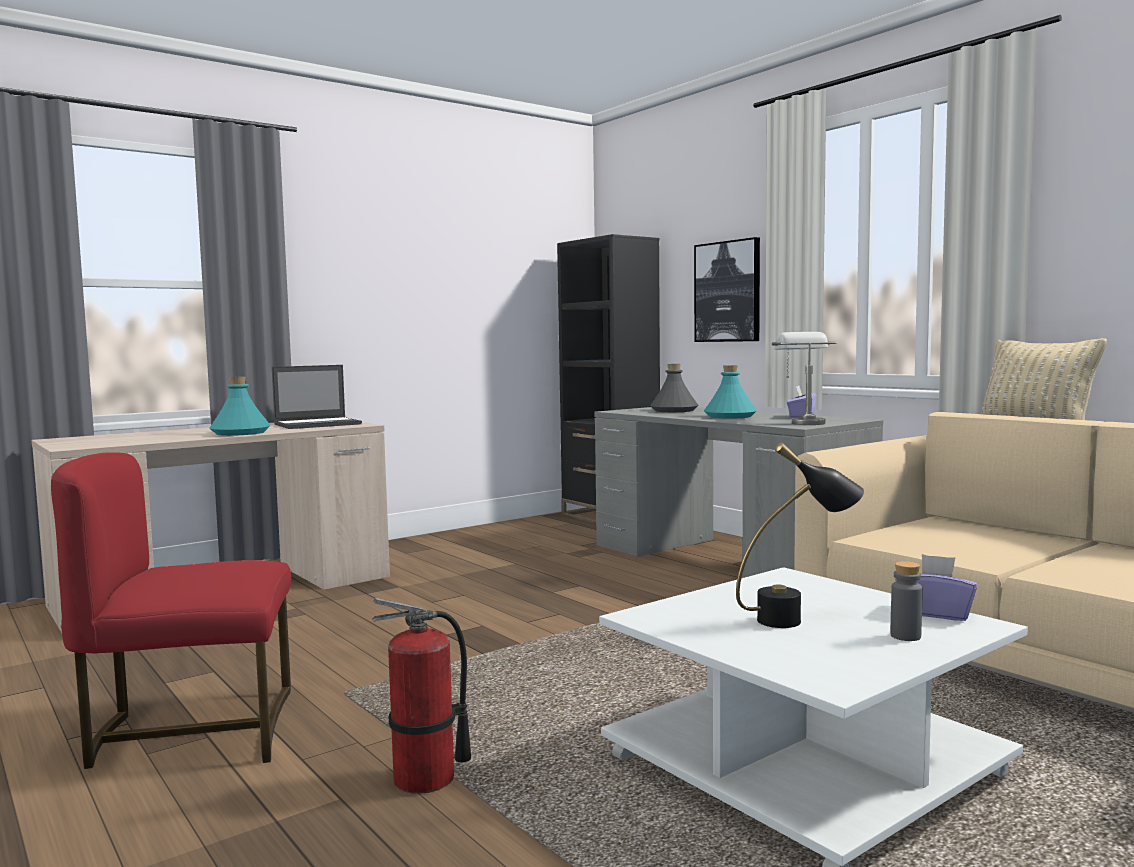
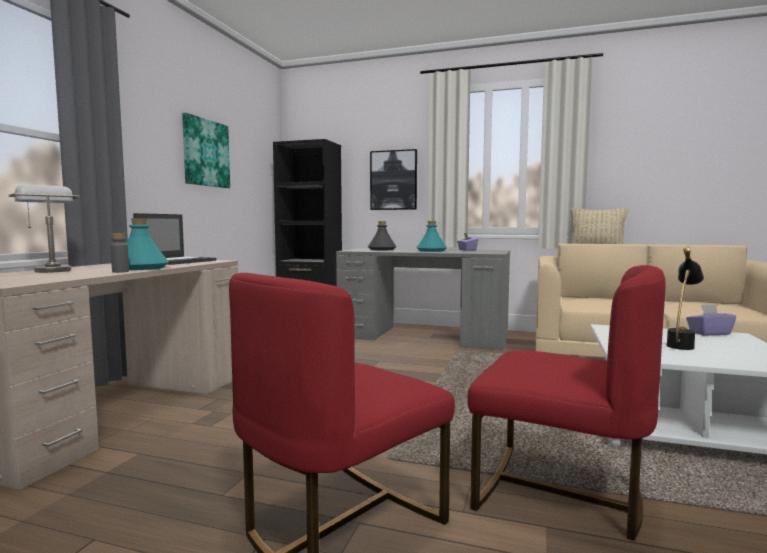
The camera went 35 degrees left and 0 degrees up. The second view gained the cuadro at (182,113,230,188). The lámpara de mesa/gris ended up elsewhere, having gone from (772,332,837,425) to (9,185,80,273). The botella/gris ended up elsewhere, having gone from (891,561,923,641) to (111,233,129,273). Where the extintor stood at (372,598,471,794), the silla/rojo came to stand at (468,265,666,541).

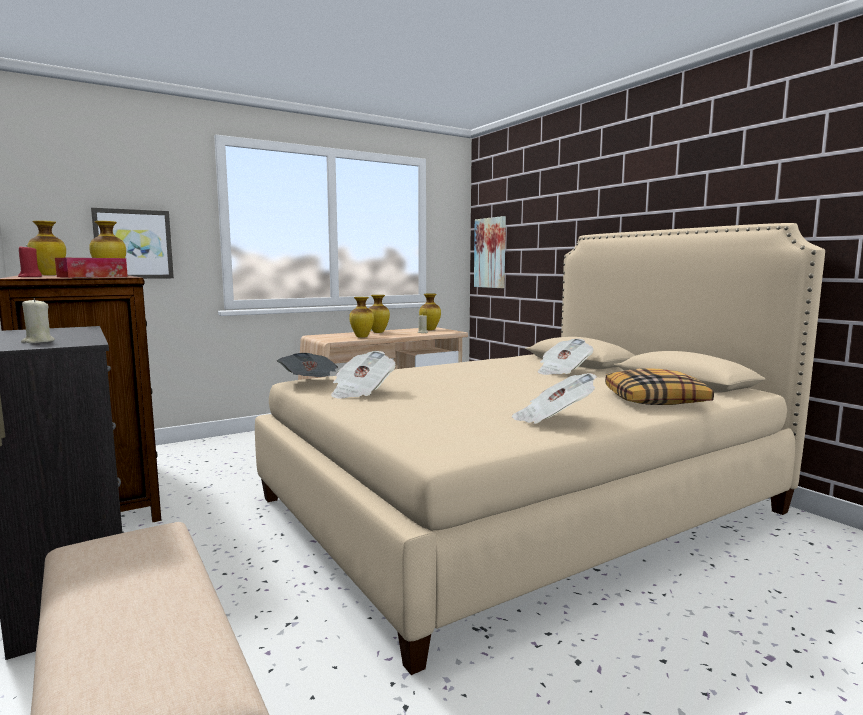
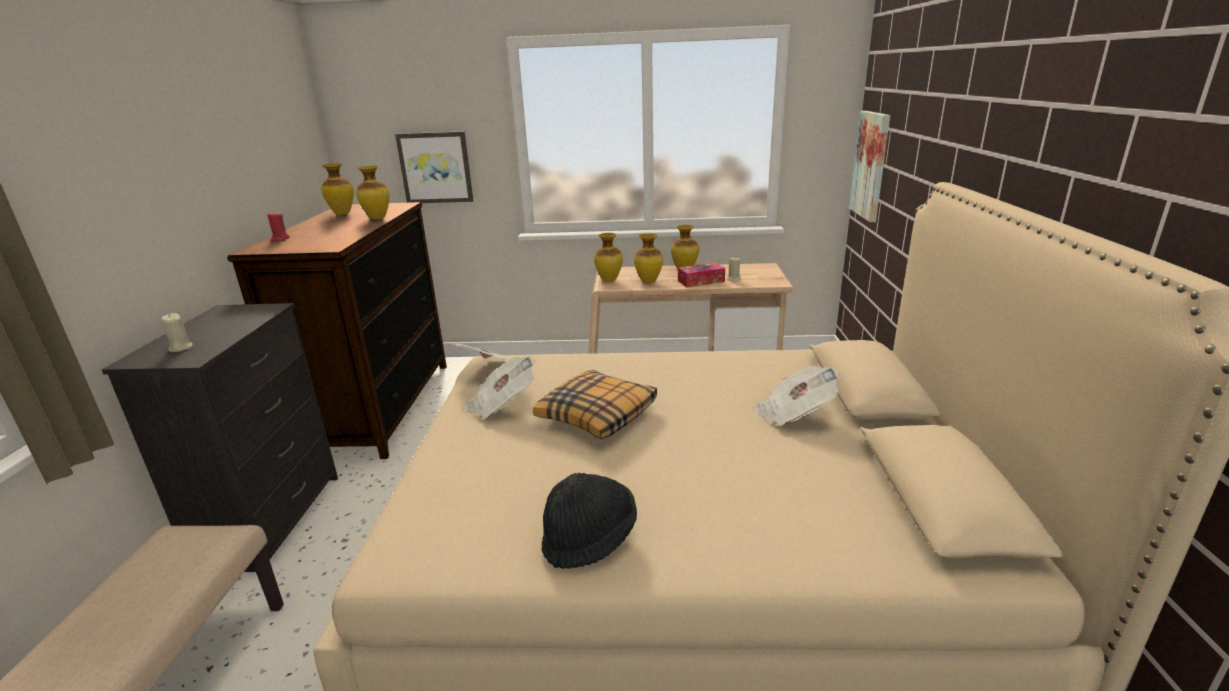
The camera went 35 degrees right and 15 degrees up. The caja de pañuelos ended up elsewhere, having gone from (55,258,128,278) to (678,262,725,287). The florero ended up elsewhere, having gone from (419,294,441,330) to (594,233,623,282). The cojín ended up elsewhere, having gone from (605,369,714,405) to (533,370,657,439). Where the periódico stood at (512,373,597,424), the sombrero/negro came to stand at (541,473,637,569).

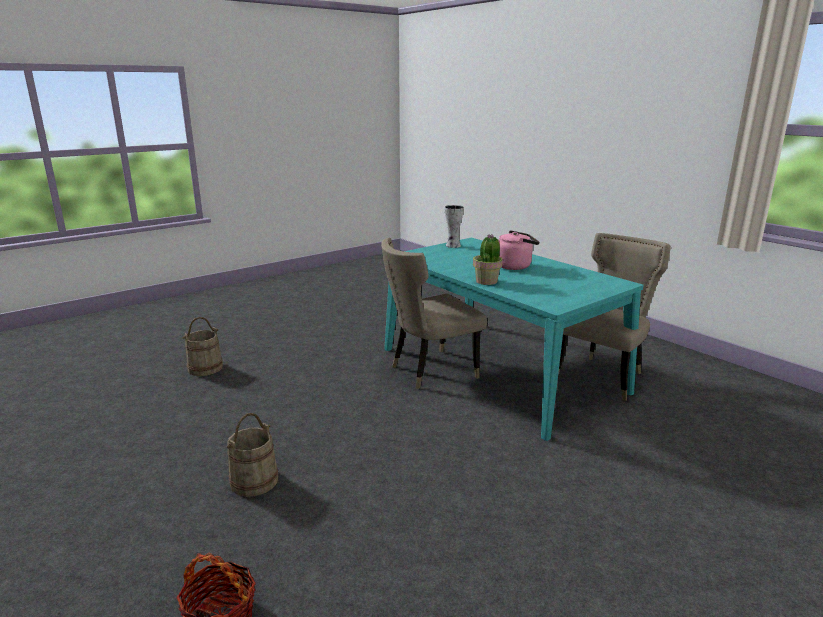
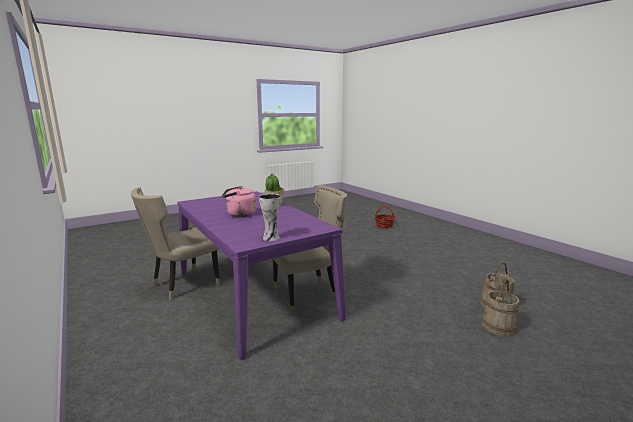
The camera went 175 degrees left and 5 degrees down. The cubo/beis ended up elsewhere, having gone from (227,413,278,497) to (482,280,519,336). What was the mesa de comedor/turquesa at (384,238,644,441) turned into the mesa de comedor/morado at (177,191,346,360).

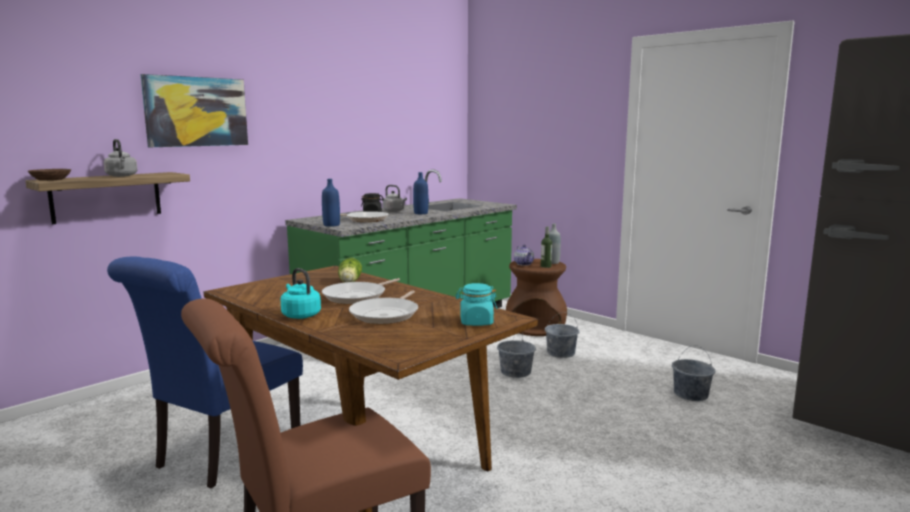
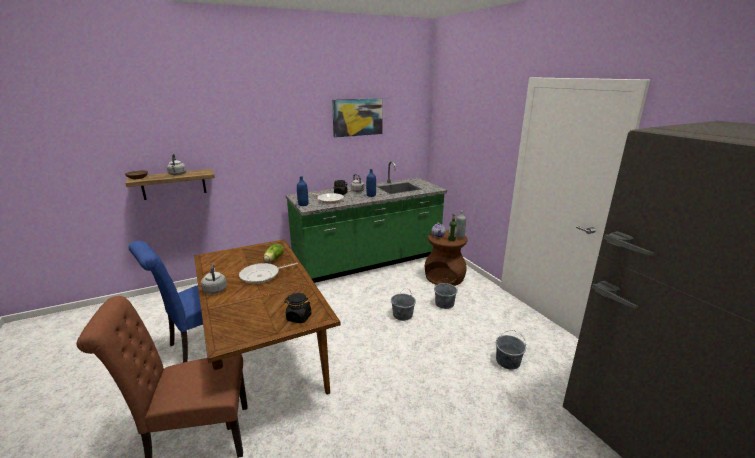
The camera went 20 degrees right and 10 degrees up. The second view lost the sartén at (349,290,418,324). The cuadro ended up elsewhere, having gone from (140,74,248,147) to (332,98,383,138). What was the hervidor/turquesa at (280,268,321,319) turned into the hervidor/gris at (201,263,227,294). What was the tarro/turquesa at (455,283,498,326) turned into the tarro/negro at (284,293,311,323).

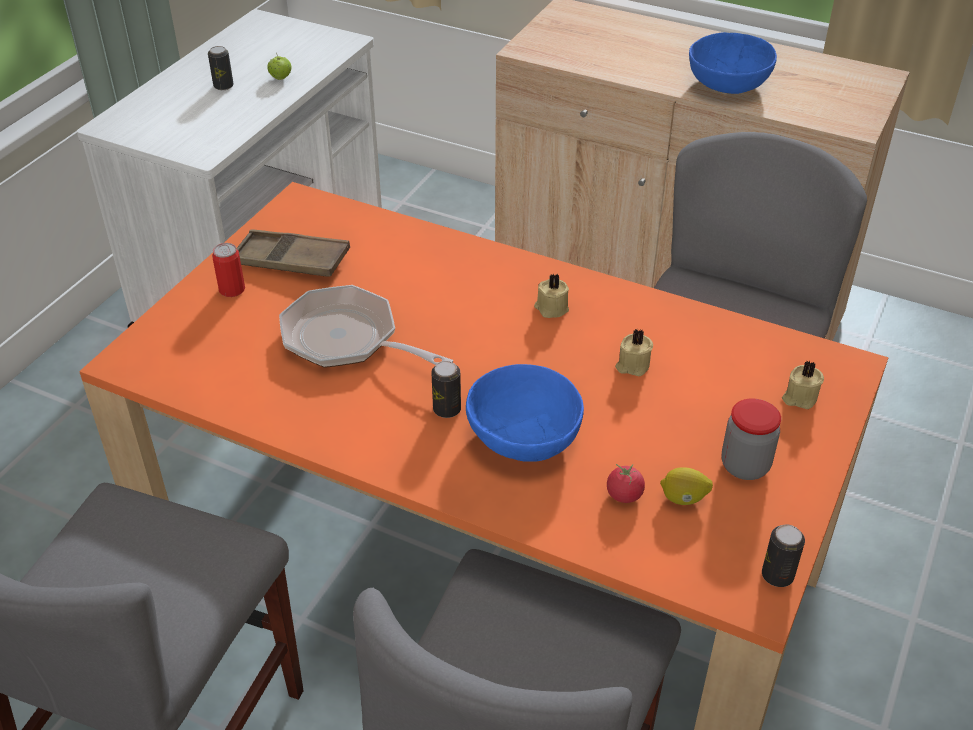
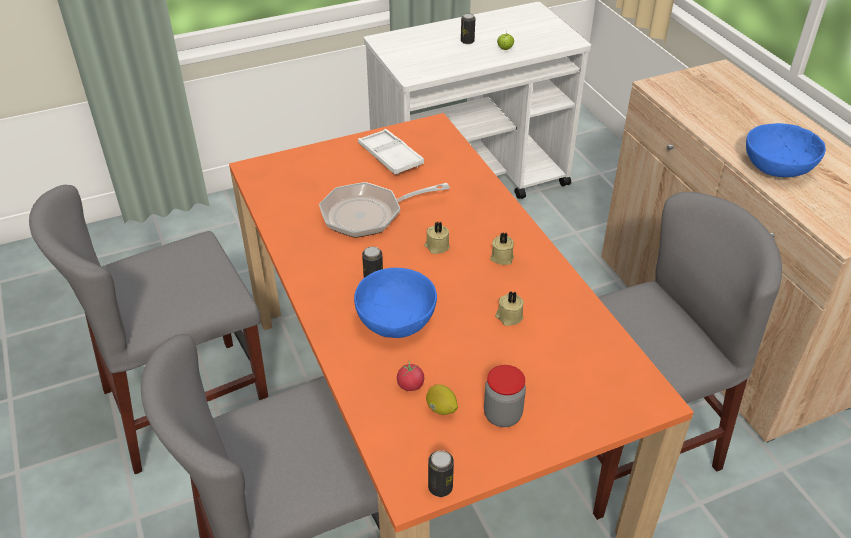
The camera went 40 degrees right and 0 degrees up. The second view lost the lata at (212,243,245,297). The vela/beis ended up elsewhere, having gone from (782,361,824,409) to (424,222,450,254). What was the bandeja/marrón at (236,229,350,277) turned into the bandeja/blanco at (358,129,424,174). The sartén at (279,285,453,368) ended up facing another way, 90 degrees counterclockwise from before.

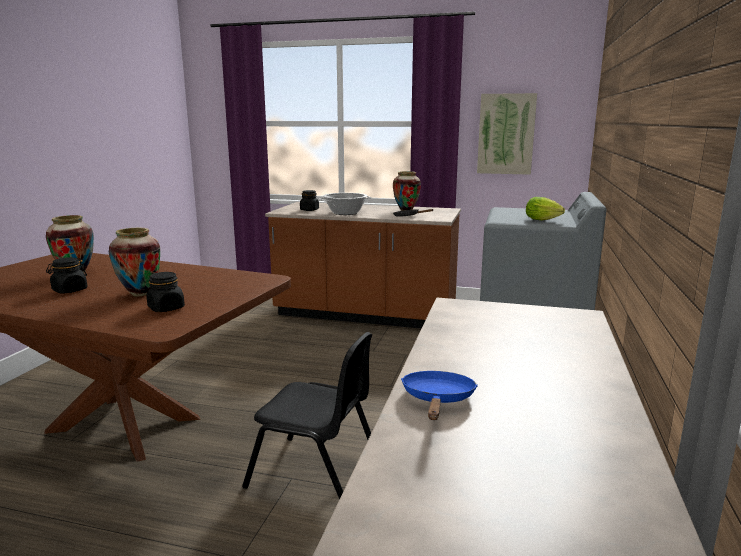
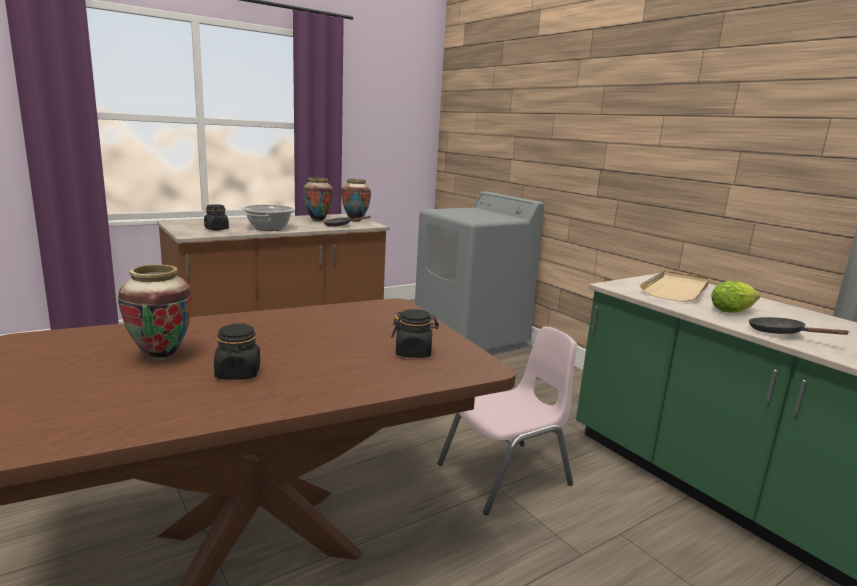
The camera went 50 degrees left and 0 degrees up. The second view lost the cuadro at (477,93,537,175). The second view gained the bandeja/beis at (640,270,709,302). The florero ended up elsewhere, having gone from (109,228,160,296) to (341,179,371,222). The lechuga ended up elsewhere, having gone from (526,197,565,220) to (711,281,760,313). What was the silla/negro at (242,332,372,500) turned into the silla/rosa at (438,327,577,515). What was the sartén/azul at (401,371,478,420) turned into the sartén/negro at (749,317,850,335).

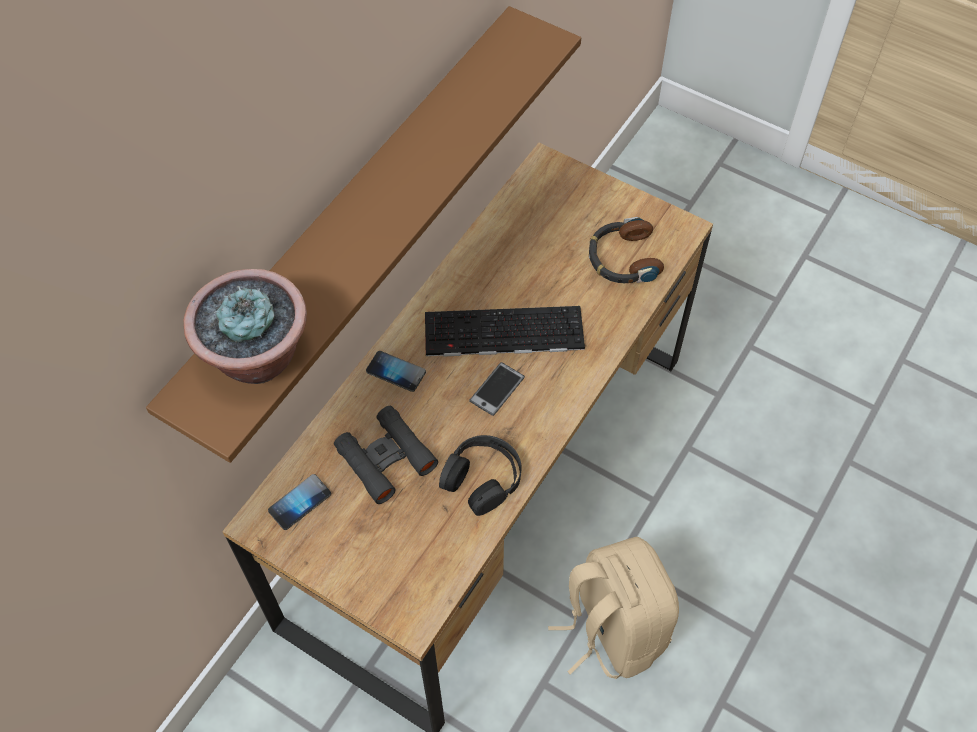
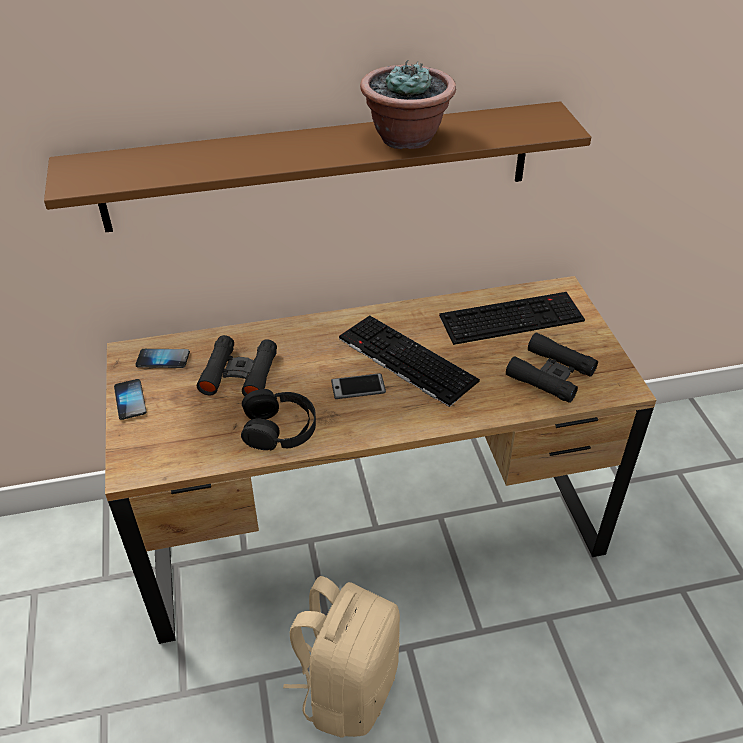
The camera went 45 degrees right and 15 degrees down. The second view gained the teclado at (439,292,585,345). The planta en maceta ended up elsewhere, having gone from (184,269,307,384) to (360,60,456,150). The móvil ended up elsewhere, having gone from (366,351,426,392) to (114,379,146,420). Where the auriculares stood at (589,217,664,283), the prismáticos/negro came to stand at (506,332,598,403).

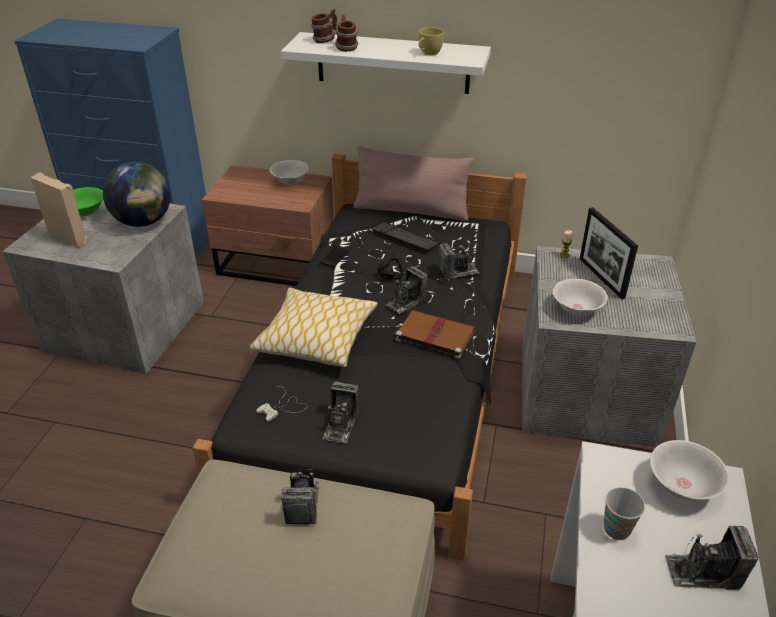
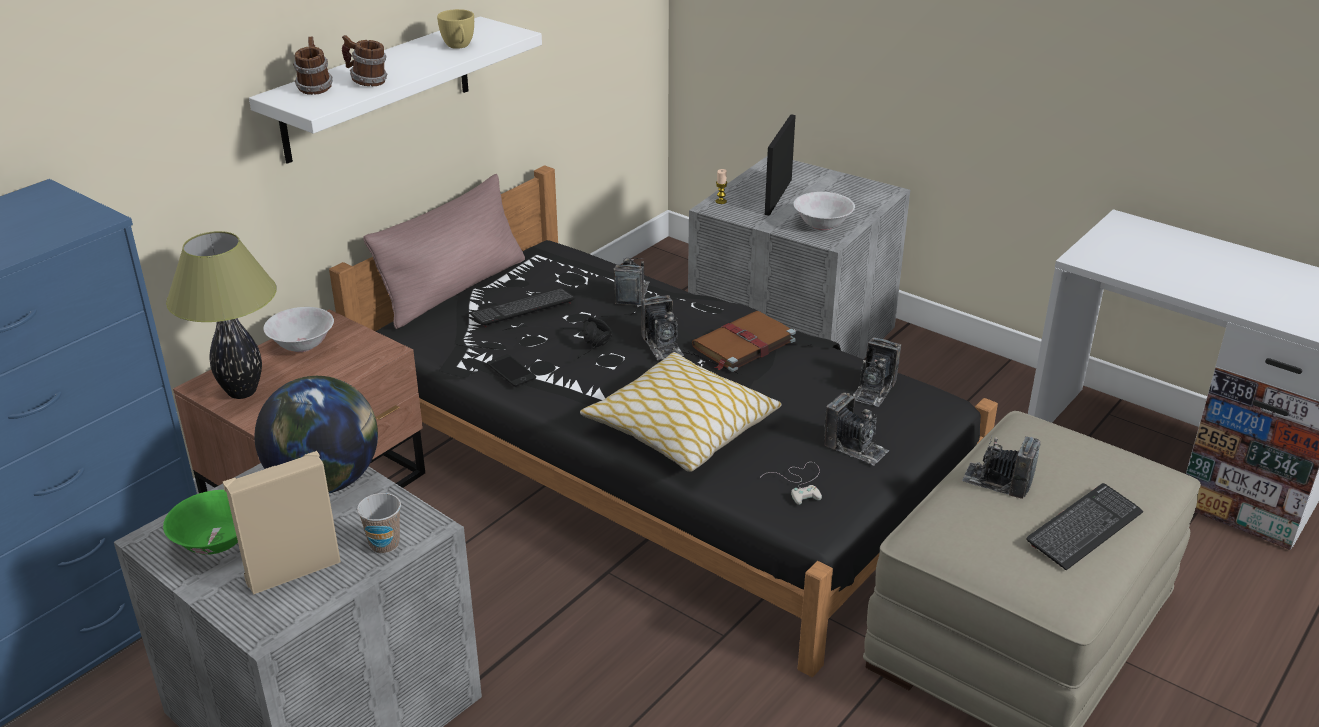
The camera went 65 degrees left and 5 degrees down. The second view lost the cuenco/blanco at (650,440,730,501). The second view gained the lámpara de mesa at (166,231,277,399). The second view gained the teclado at (1026,483,1143,570). The taza ended up elsewhere, having gone from (604,487,645,540) to (357,493,401,554). The cámara ended up elsewhere, having gone from (664,526,759,590) to (853,337,901,407). The portarretratos at (580,207,638,299) ended up facing another way, 105 degrees clockwise from before.

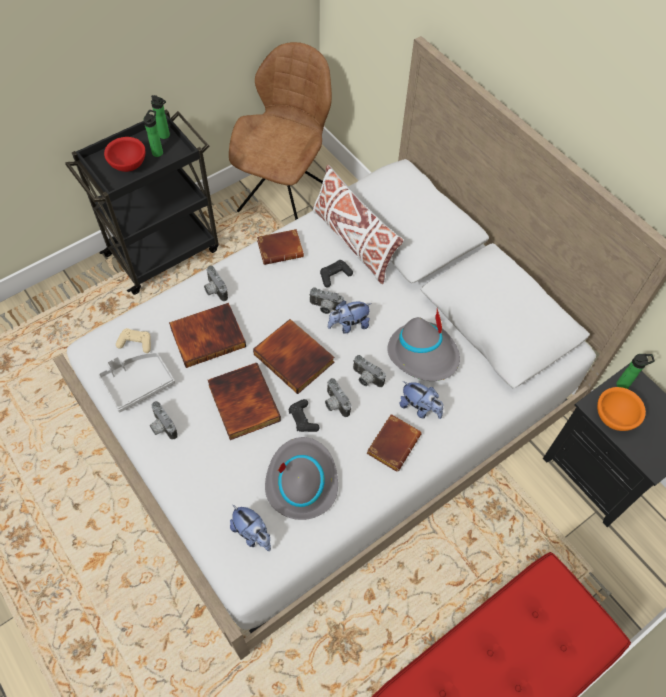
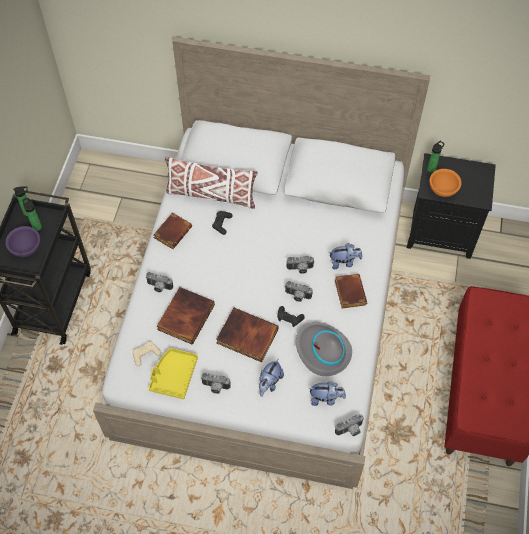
The camera went 40 degrees left and 0 degrees up. The second view lost the silla/marrón at (229,42,332,220). The second view lost the libro at (253,319,335,394). The second view lost the sombrero/gris at (387,308,460,381). The cámara ended up elsewhere, having gone from (309,287,344,314) to (335,414,364,436). The peluche ended up elsewhere, having gone from (328,300,372,334) to (259,358,284,397). What was the bandeja/gris at (98,353,175,412) turned into the bandeja/amarillo at (148,348,198,399). What was the cuenco/rojo at (104,137,145,172) turned into the cuenco/morado at (6,226,40,257).

